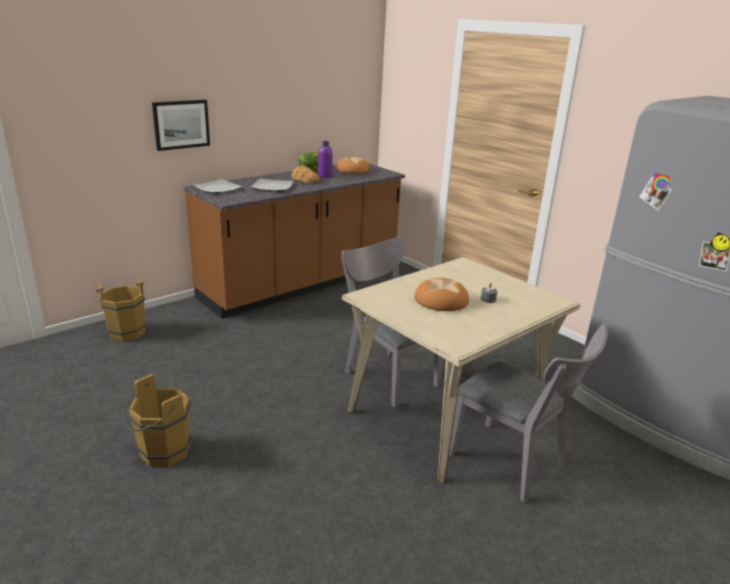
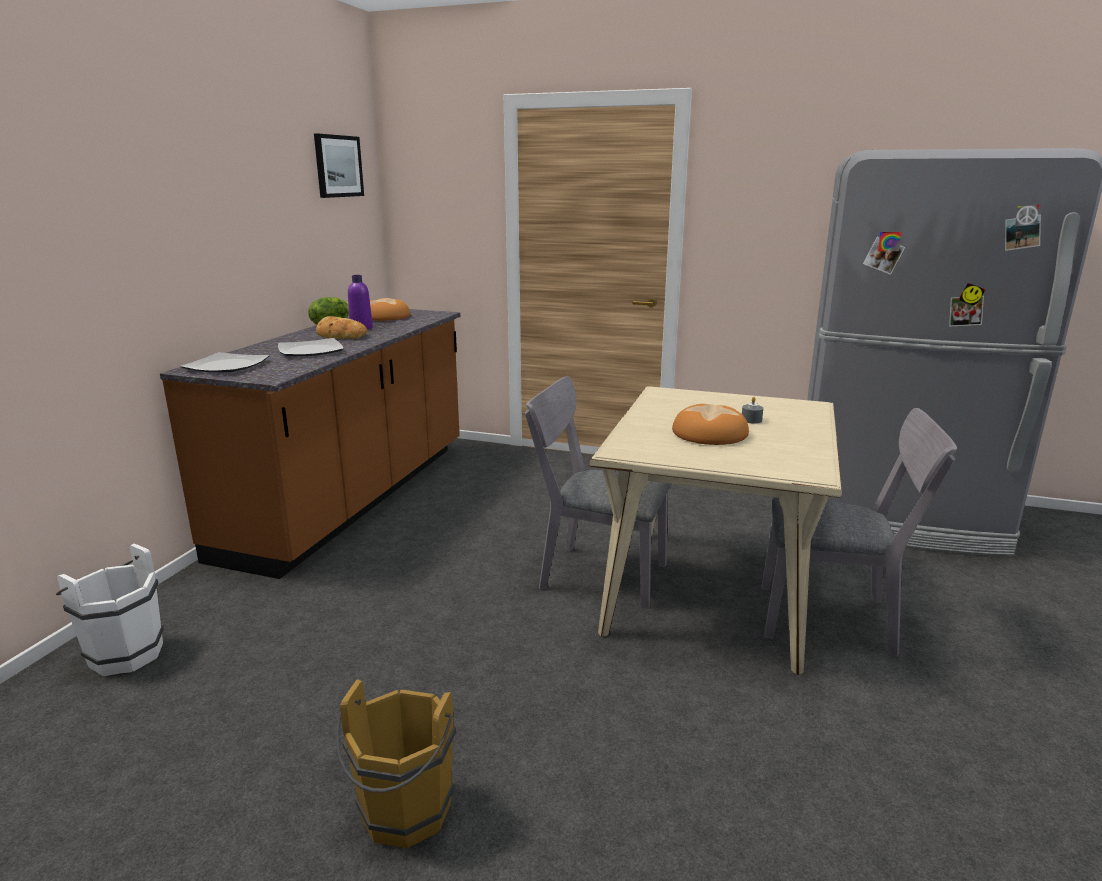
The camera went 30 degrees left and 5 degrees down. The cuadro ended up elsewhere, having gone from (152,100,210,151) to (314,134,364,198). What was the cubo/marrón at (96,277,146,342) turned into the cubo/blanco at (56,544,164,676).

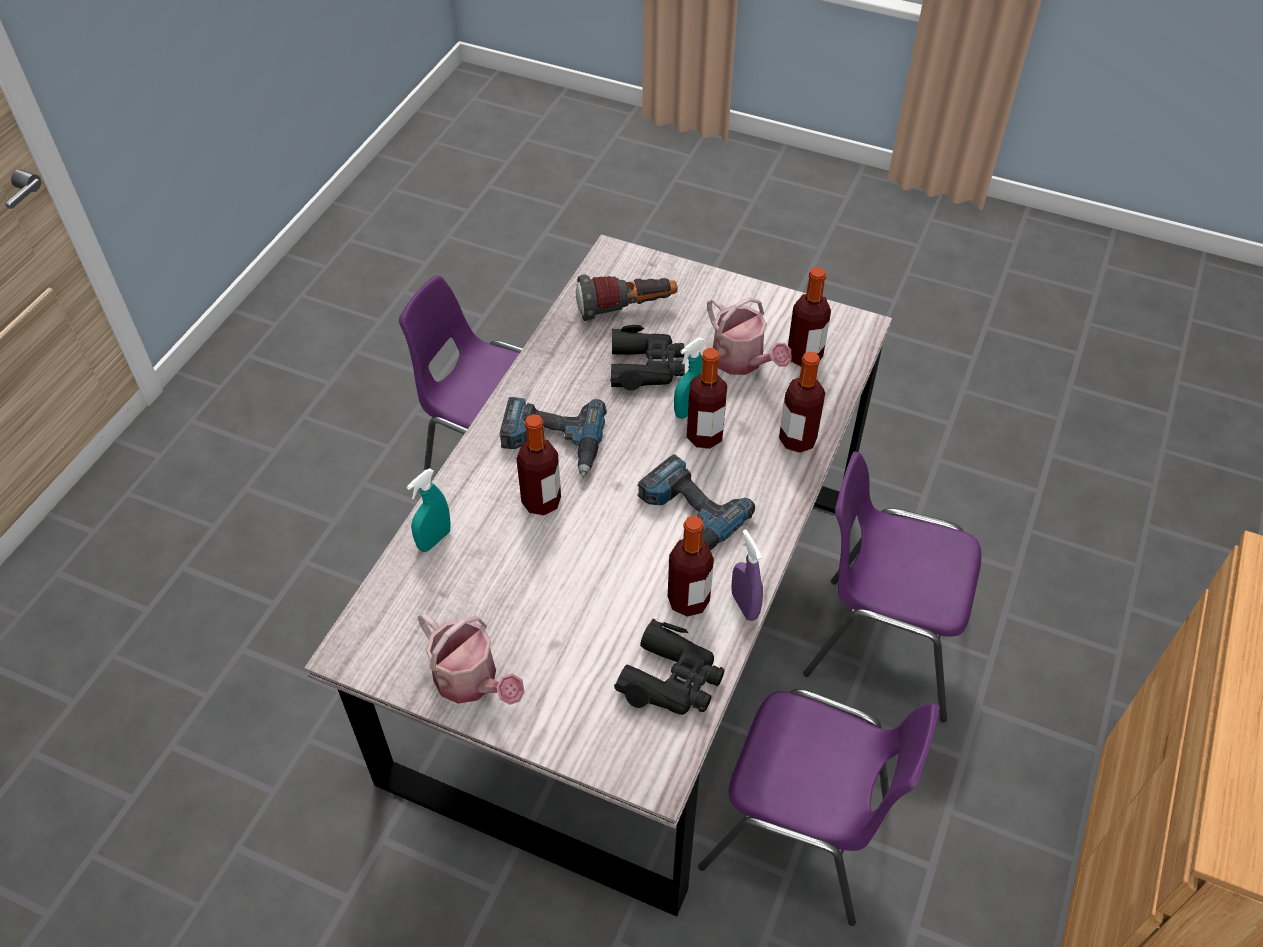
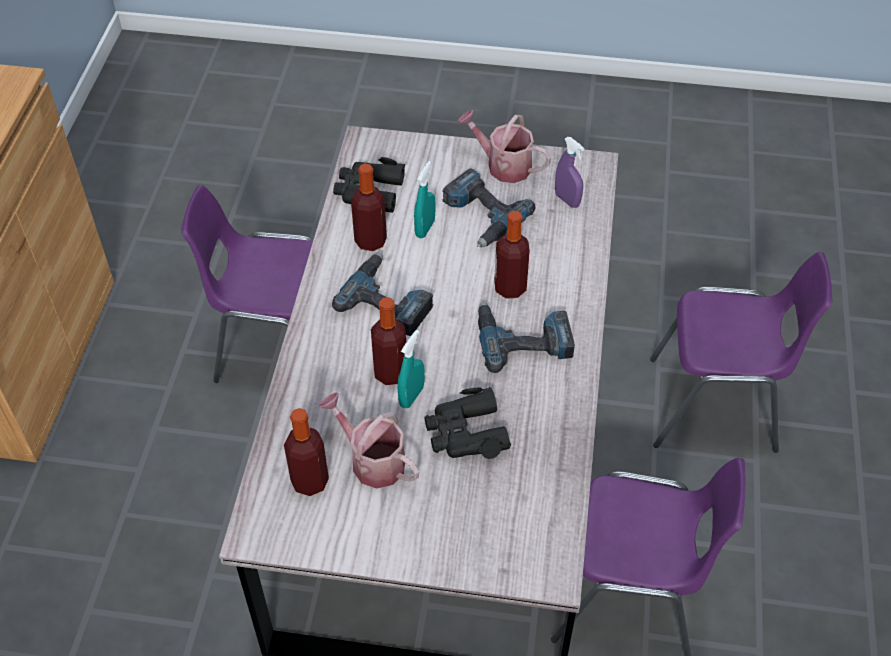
The camera went 165 degrees right and 0 degrees up. The second view lost the linterna at (576,274,678,322). The second view lost the botella at (779,351,825,453). The second view gained the taladro at (442,168,535,248). The pulverizador/turquesa ended up elsewhere, having gone from (407,468,451,552) to (414,161,436,238). The pulverizador/morado ended up elsewhere, having gone from (731,529,763,621) to (555,137,584,208). The silla/morado ended up elsewhere, having gone from (803,452,981,722) to (650,252,832,453).

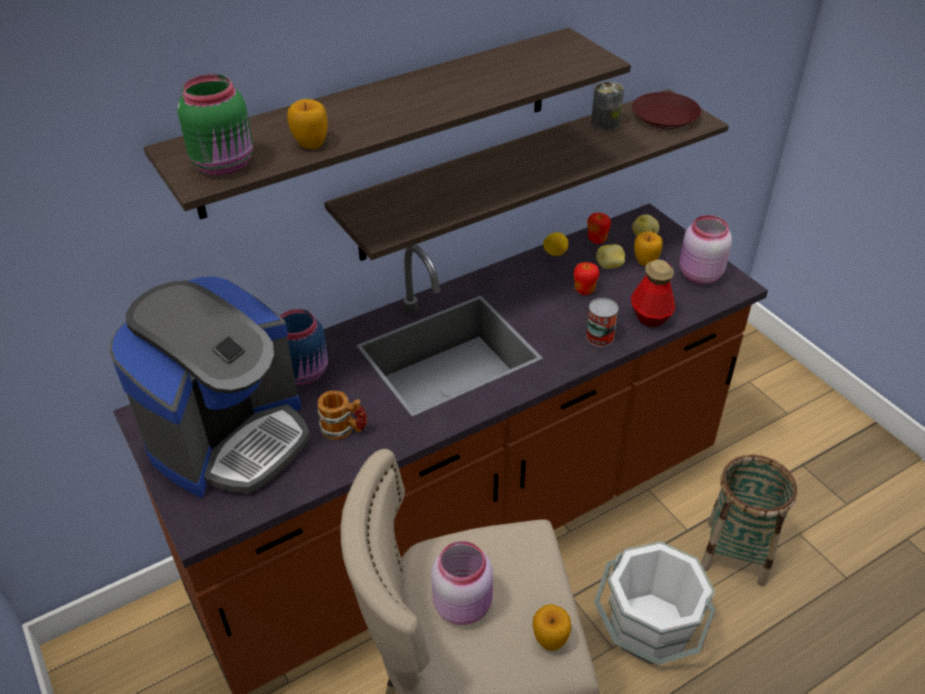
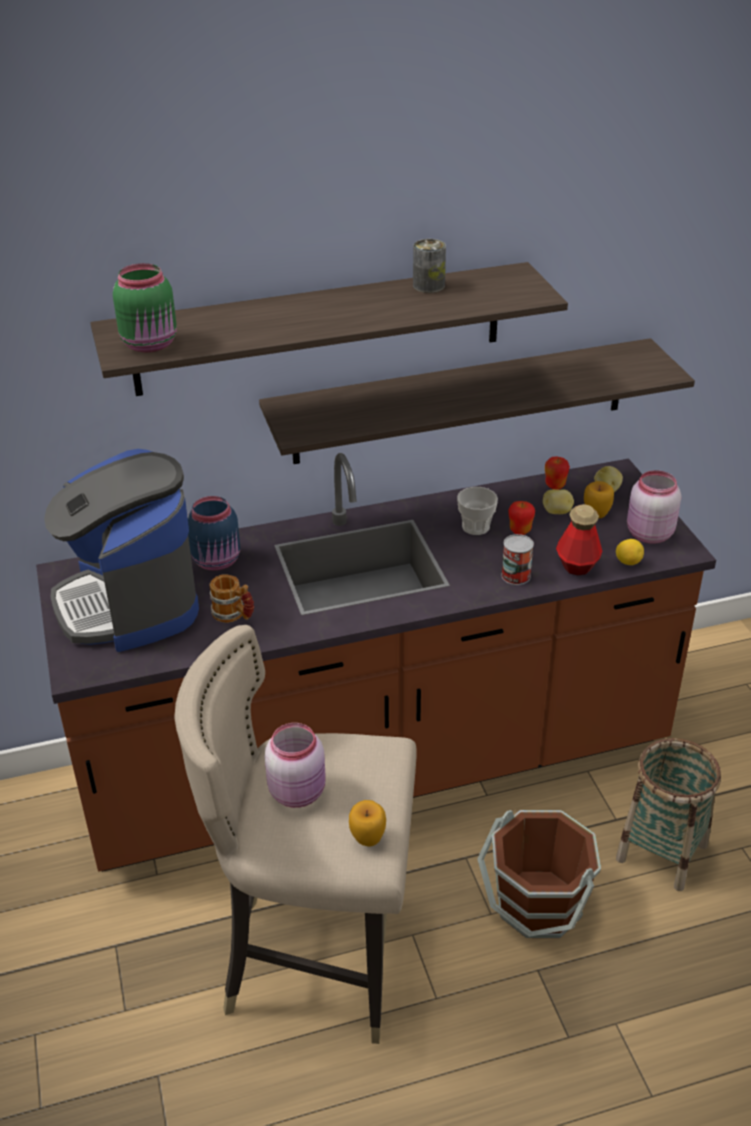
The camera went 15 degrees right and 5 degrees down. The second view lost the manzana at (287,99,328,149). The second view lost the plato/marrón at (632,92,701,129). The second view gained the taza at (457,487,498,535). The limón ended up elsewhere, having gone from (543,232,568,256) to (616,539,644,565). The lata ended up elsewhere, having gone from (591,81,624,131) to (413,239,446,293). What was the cubo/blanco at (594,541,716,665) turned into the cubo/marrón at (477,810,601,938). The cafetera at (109,276,310,498) ended up facing another way, 105 degrees clockwise from before.

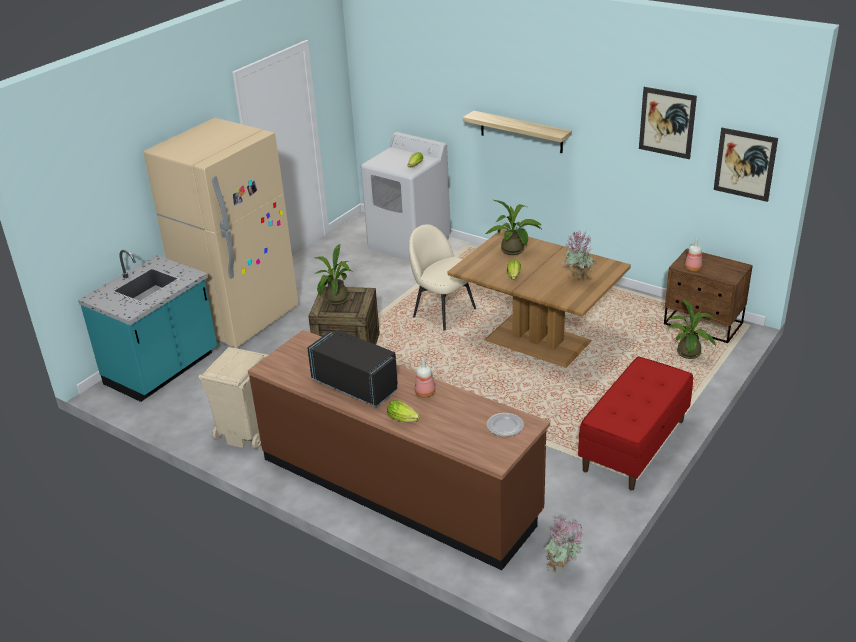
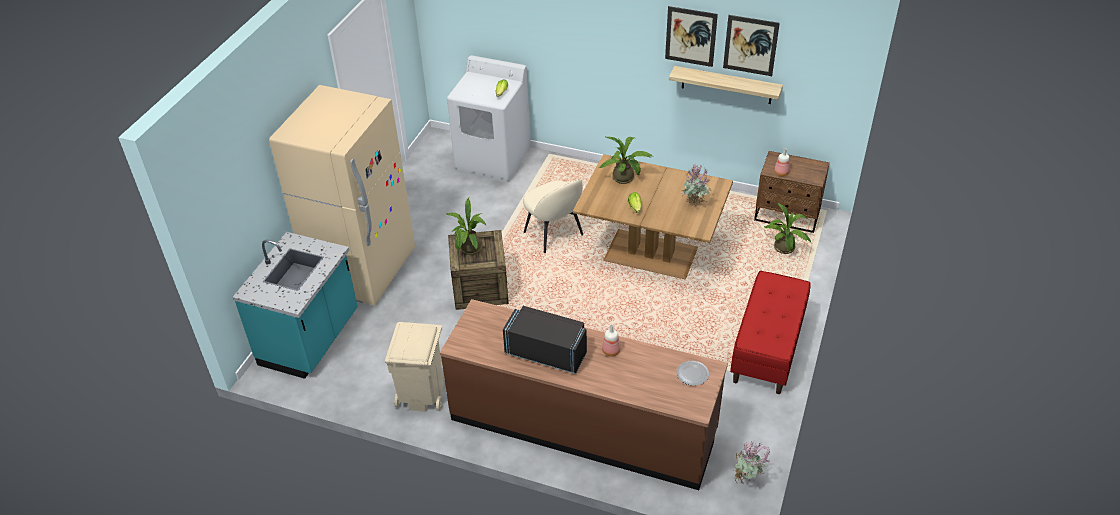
The camera went 15 degrees left and 10 degrees up. The second view lost the lechuga at (387,400,420,422). The estante ended up elsewhere, having gone from (463,111,572,153) to (669,66,783,104). The cuadro ended up elsewhere, having gone from (714,128,778,202) to (665,6,718,67). The silla/beis at (409,224,476,330) ended up facing another way, 150 degrees counterclockwise from before.

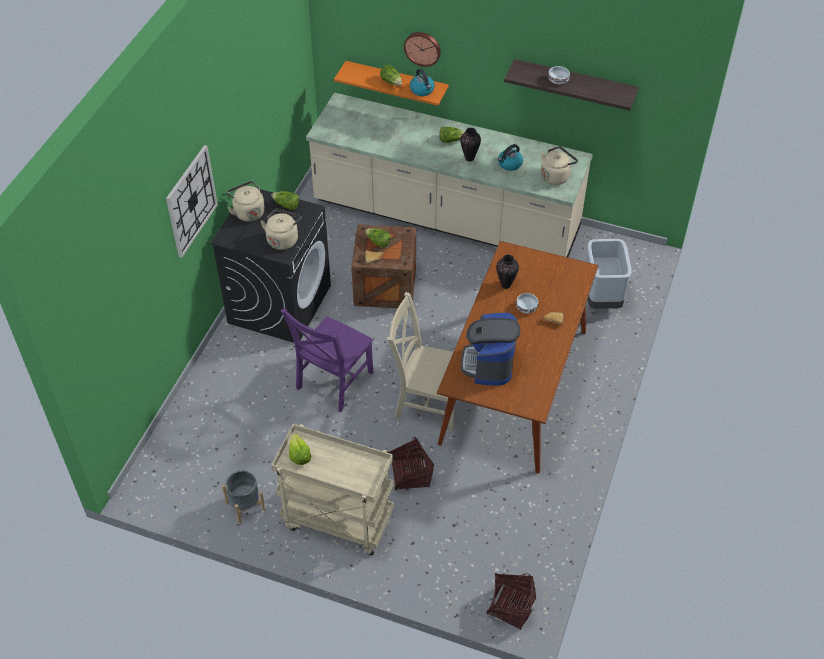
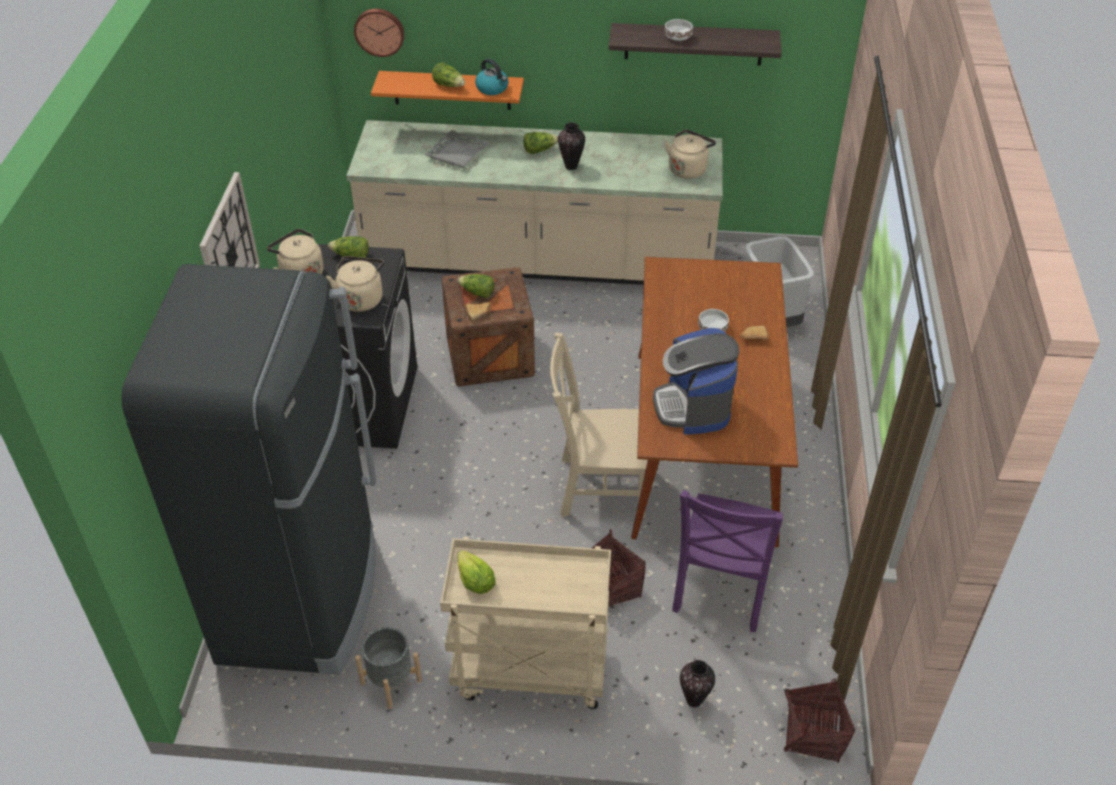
The camera went 15 degrees left and 5 degrees down. The second view lost the hervidor at (498,144,523,171). The second view gained the nevera/negro at (121,264,376,675). The second view gained the bandeja/gris at (425,130,489,168). The silla/morado ended up elsewhere, having gone from (280,308,373,412) to (672,490,783,632). The reloj de pared ended up elsewhere, having gone from (404,32,441,67) to (354,9,404,57). The florero ended up elsewhere, having gone from (496,255,519,289) to (680,660,715,707).

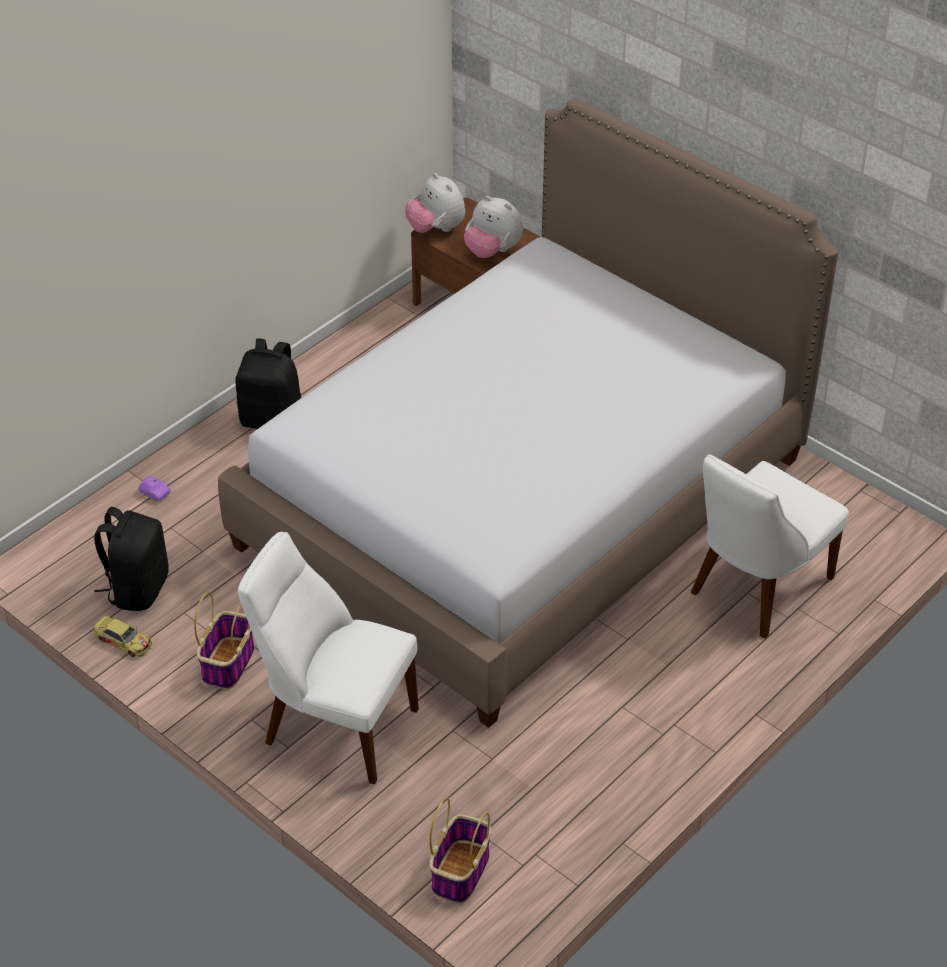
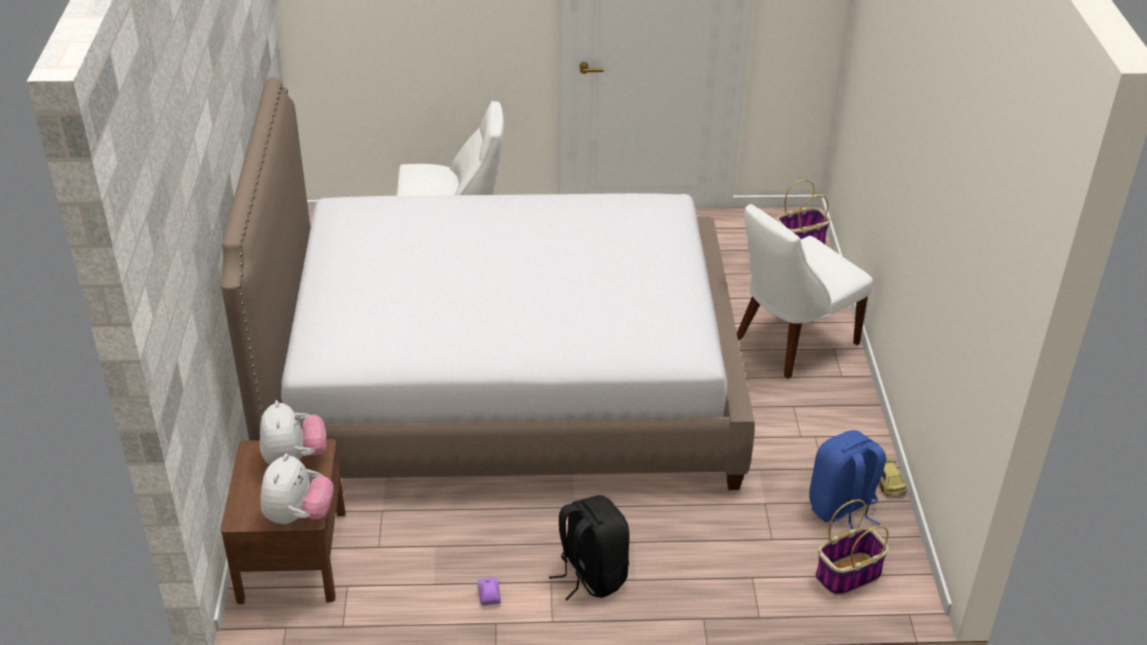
The camera went 135 degrees left and 5 degrees down. The coche de juguete/morado ended up elsewhere, having gone from (138,476,171,502) to (477,577,501,606). The cesta ended up elsewhere, having gone from (194,592,255,690) to (815,500,889,595). What was the mochila/negro at (94,507,169,611) turned into the mochila/azul at (809,430,886,530). The silla/blanco at (238,532,419,784) ended up facing another way, 75 degrees clockwise from before.

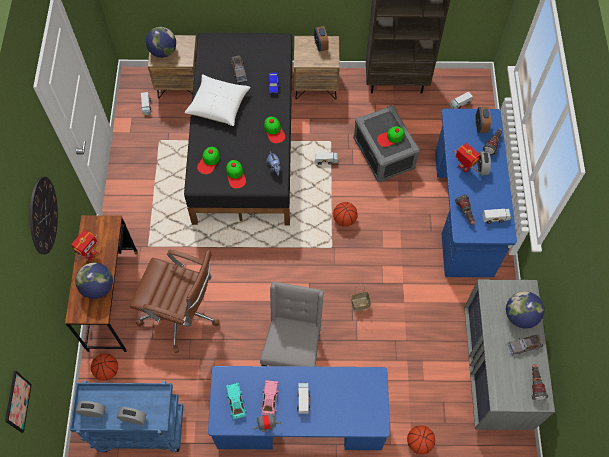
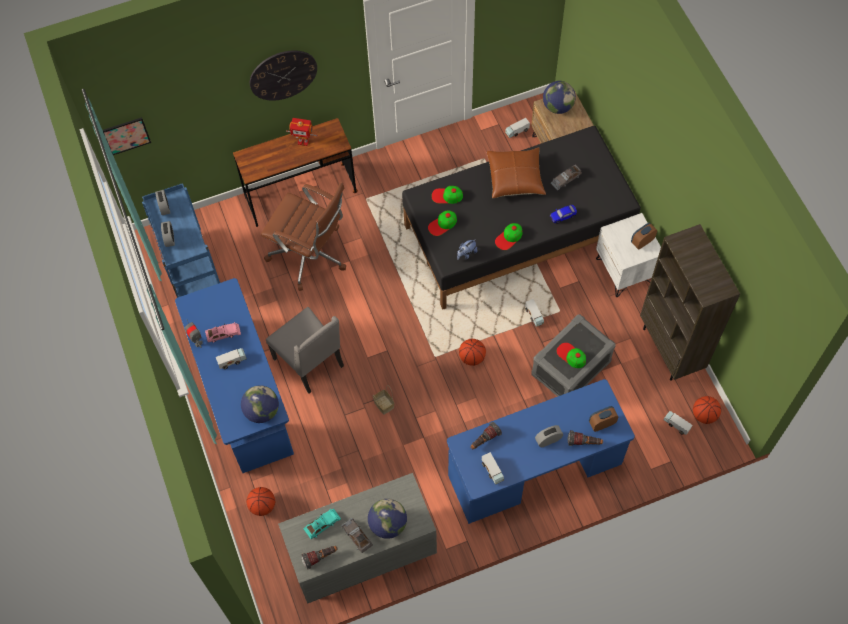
The camera went 70 degrees right and 0 degrees up. The second view lost the robot de juguete at (454,143,480,173). The globo terráqueo ended up elsewhere, having gone from (75,263,113,299) to (241,385,279,423). The balón de baloncesto ended up elsewhere, having gone from (91,353,118,381) to (693,396,721,424). The coche de juguete/turquesa ended up elsewhere, having gone from (226,383,247,420) to (303,509,341,539). What was the cojín/blanco at (185,74,251,126) turned into the cojín/marrón at (487,147,546,198). What was the mesita de noche/marrón at (294,36,340,100) turned into the mesita de noche/blanco at (596,213,661,297). The silla de oficina/marrón at (130,250,220,353) ended up facing another way, 60 degrees counterclockwise from before. The silla/gris at (260,282,324,367) ended up facing another way, 60 degrees clockwise from before.

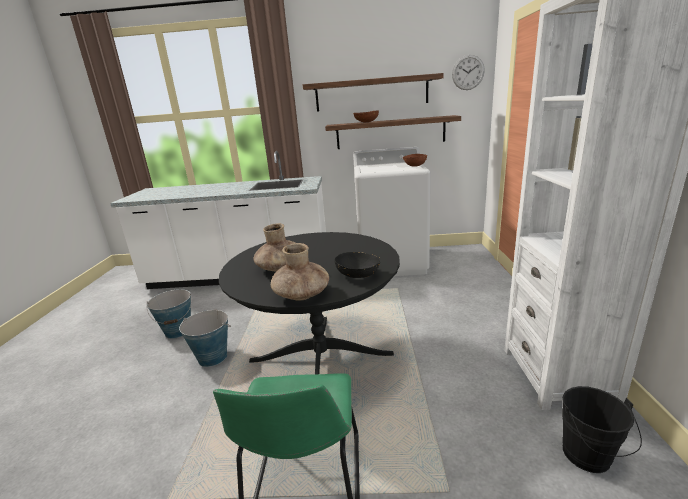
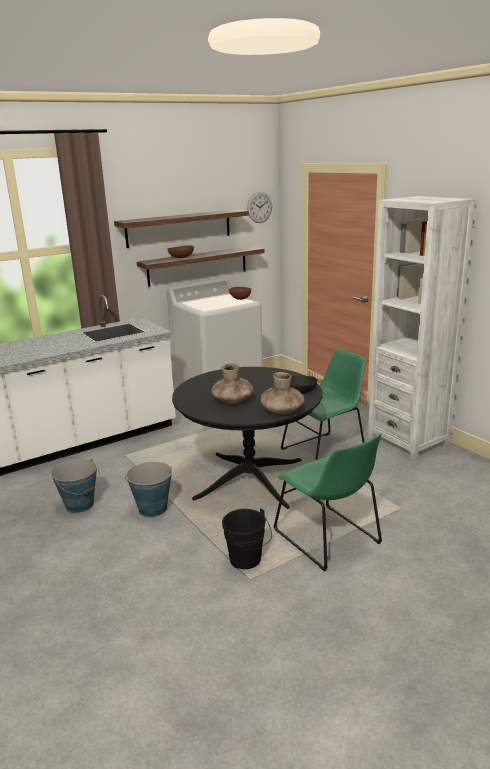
The camera went 35 degrees left and 0 degrees up. The second view gained the silla/verde at (281,348,367,460). The cubo/negro ended up elsewhere, having gone from (562,386,642,473) to (222,508,272,569).

